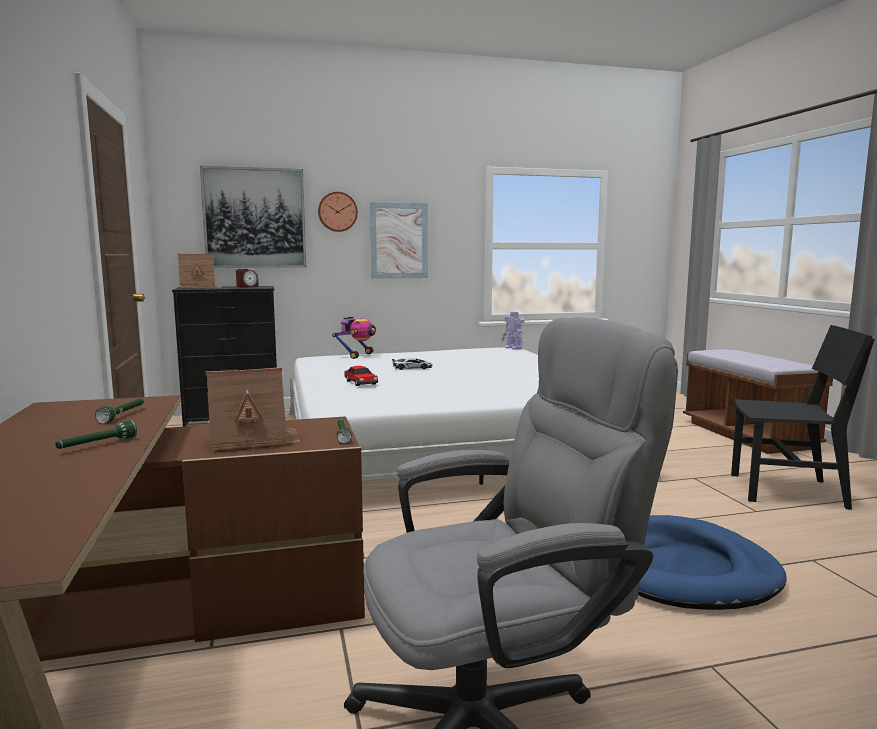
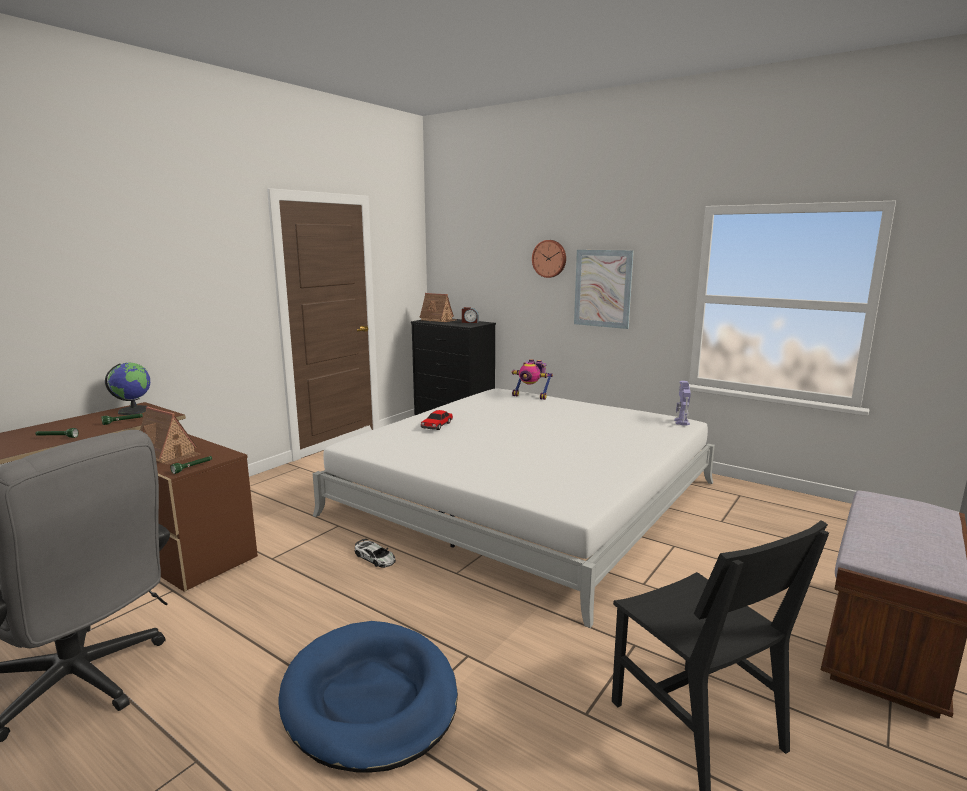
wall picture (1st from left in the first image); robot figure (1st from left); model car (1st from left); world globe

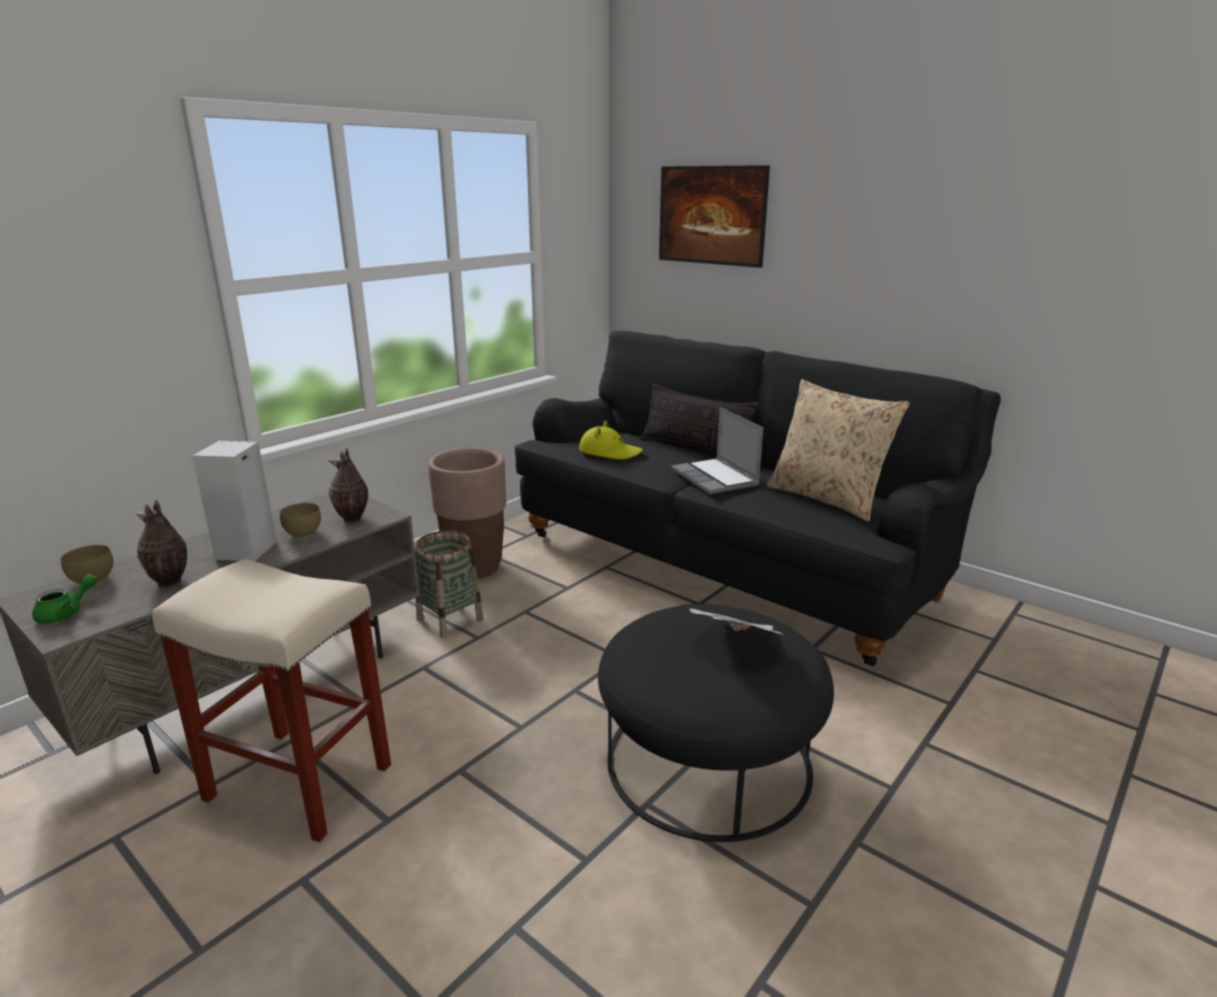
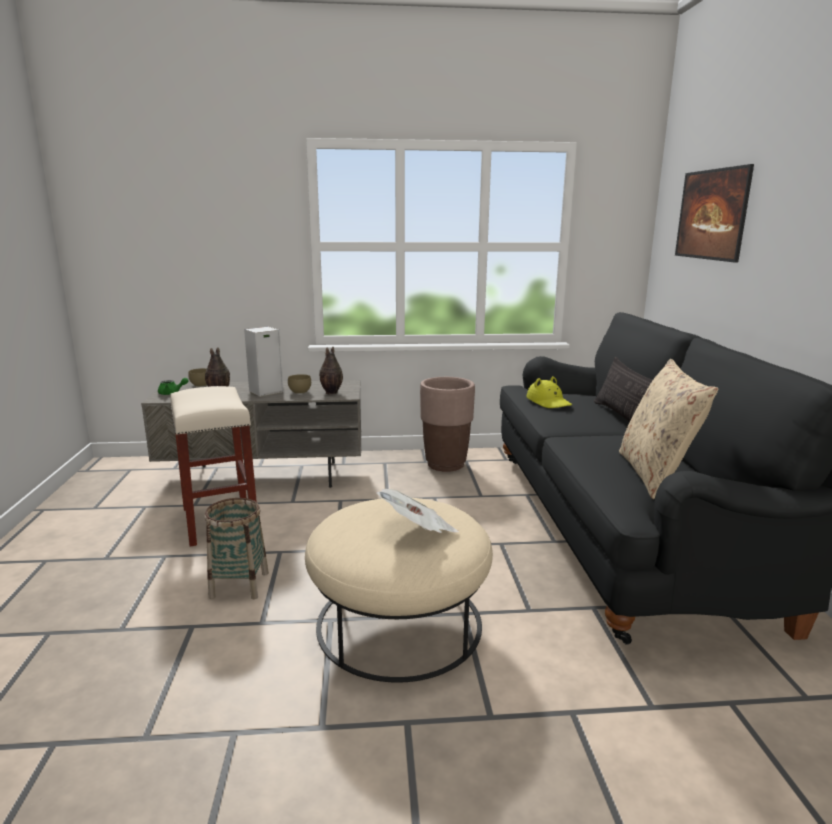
storage basket; beige-coloured ottoman; notebook computer

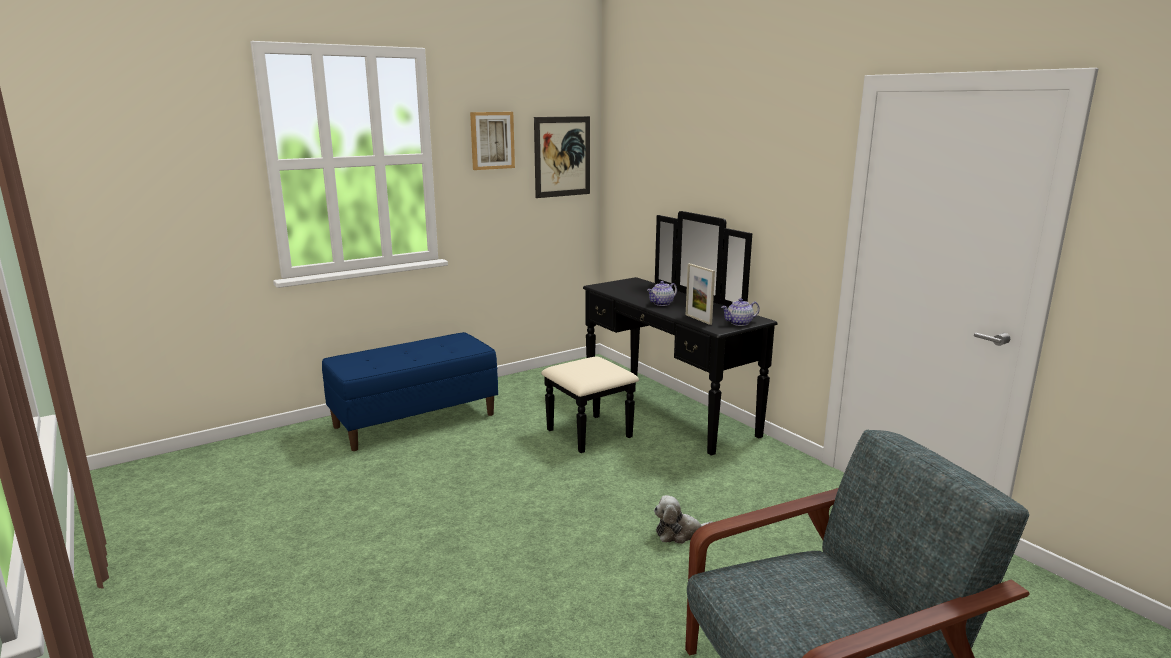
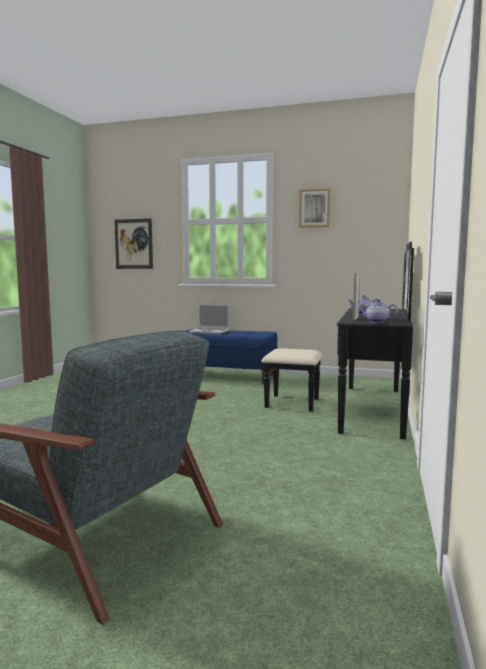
wall picture (1st from left); soft toy; notebook computer

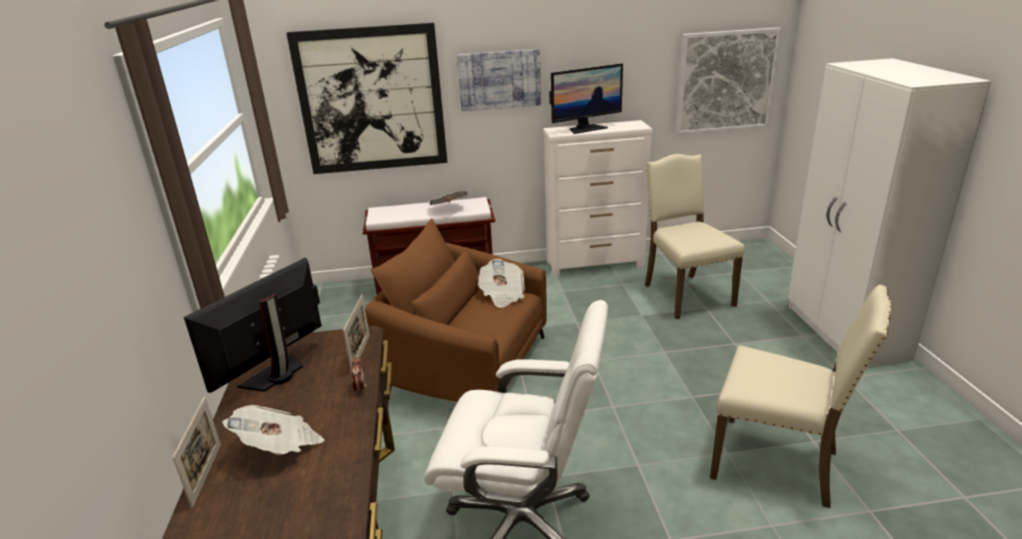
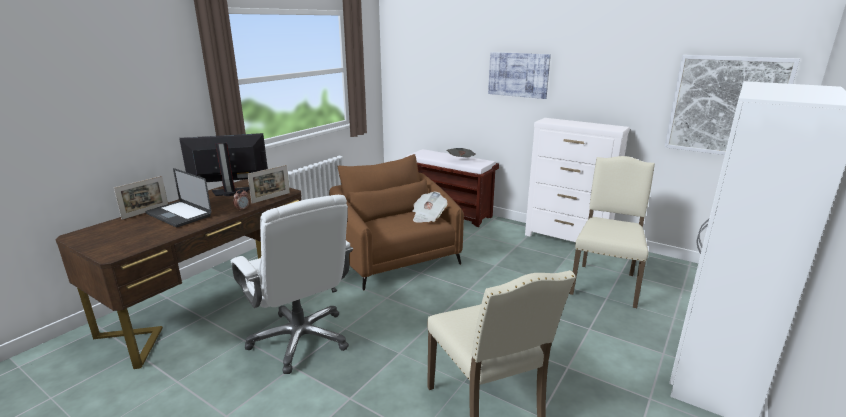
notebook computer; wall picture (1st from left in the first image); monitor (2nd from left in the first image)

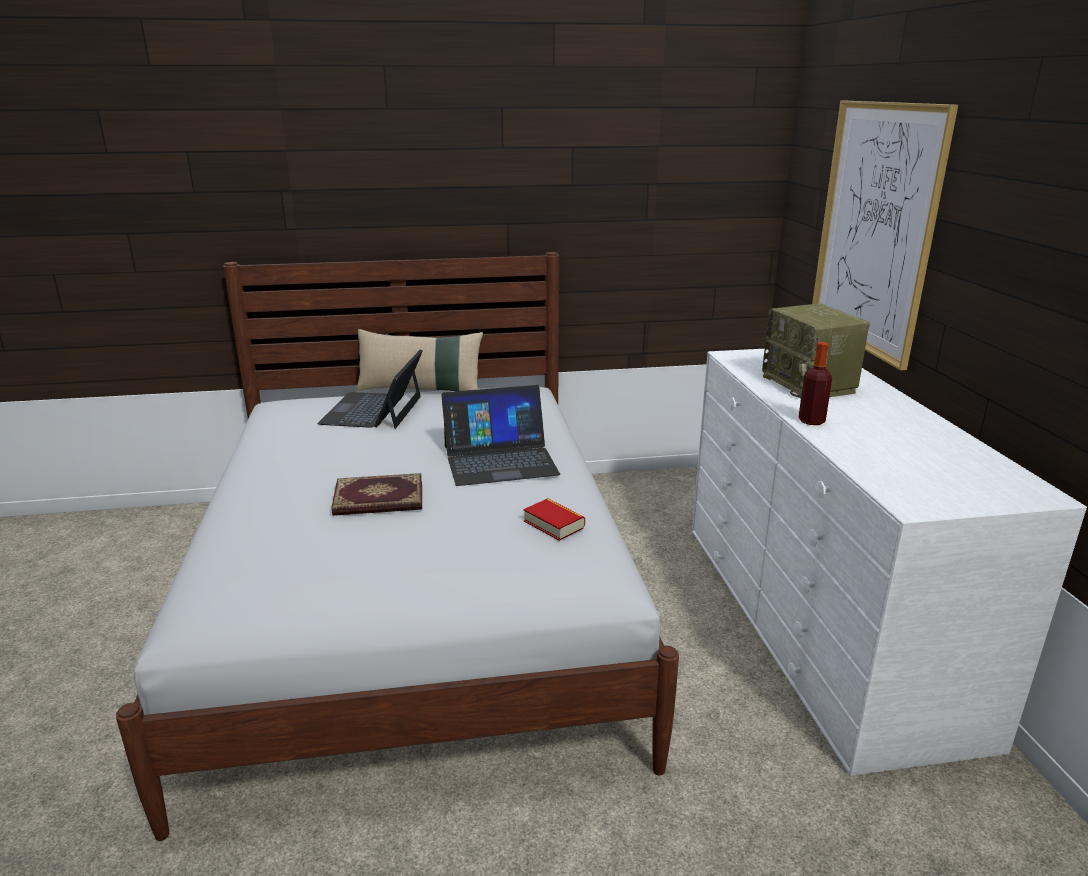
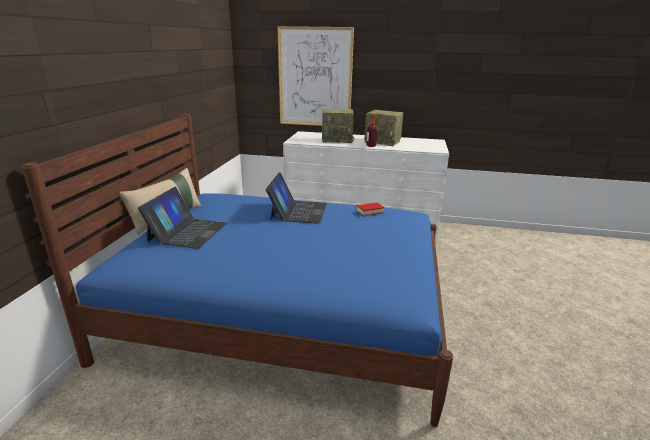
bluish sleeping bed; notebook computer (1st from left); volume (1st from left in the first image); radio (2nd from left)

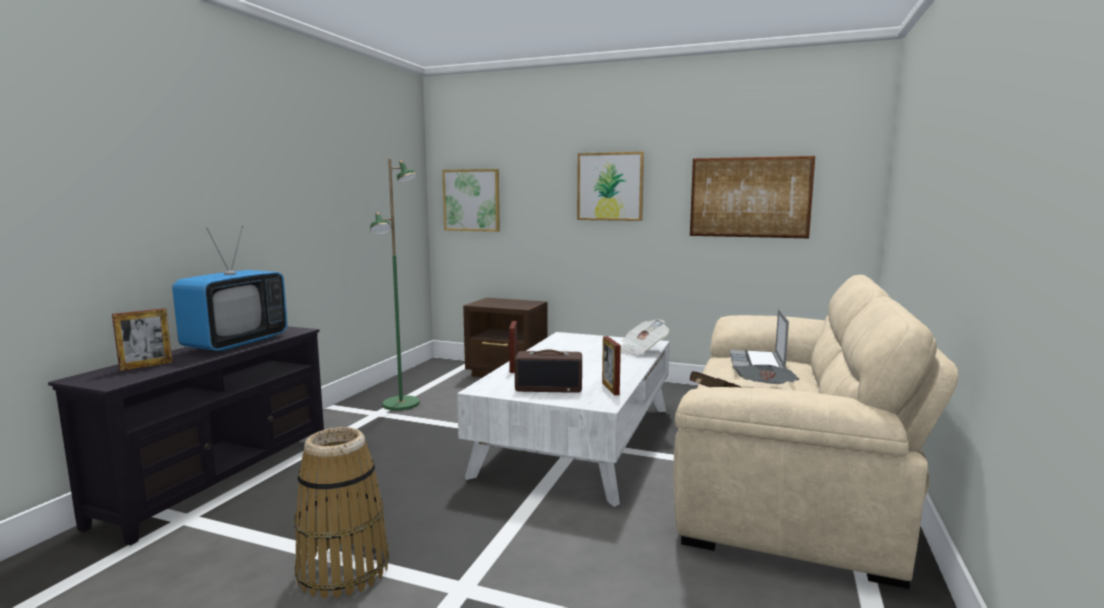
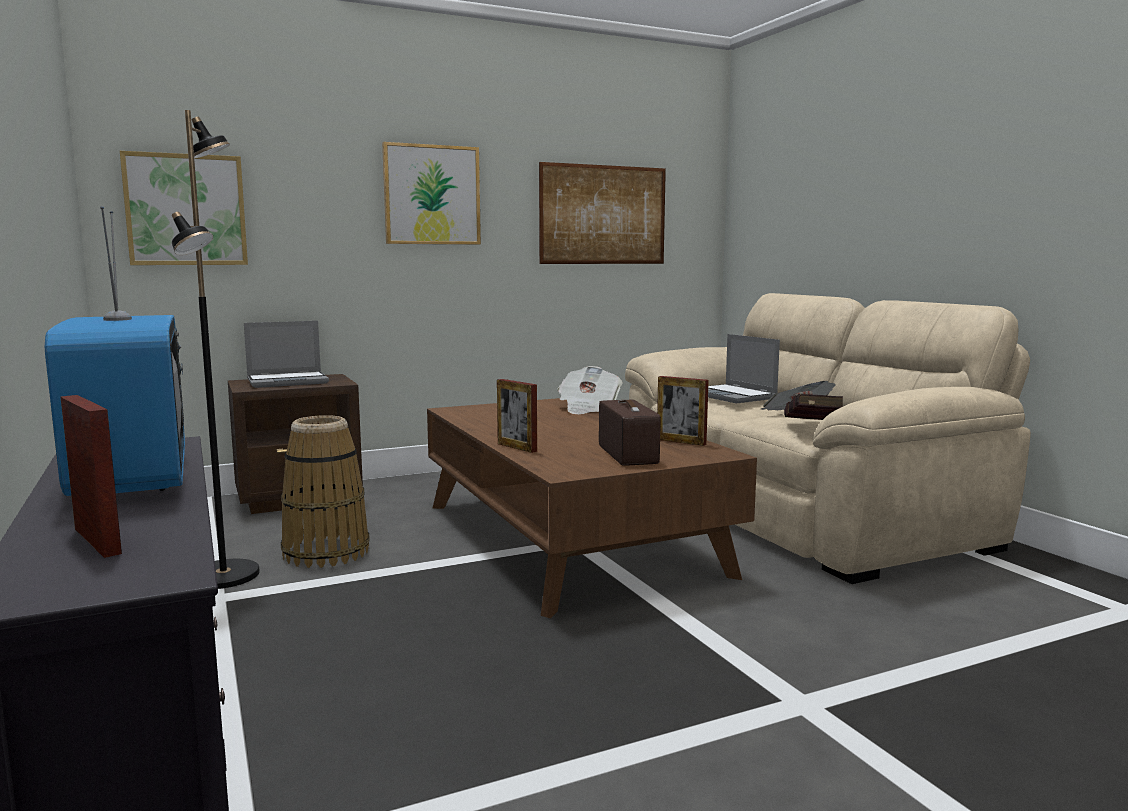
photo frame (1st from left); storage basket; black-coloured standard lamp; brownish coffee table; radio; notebook computer (1st from left)

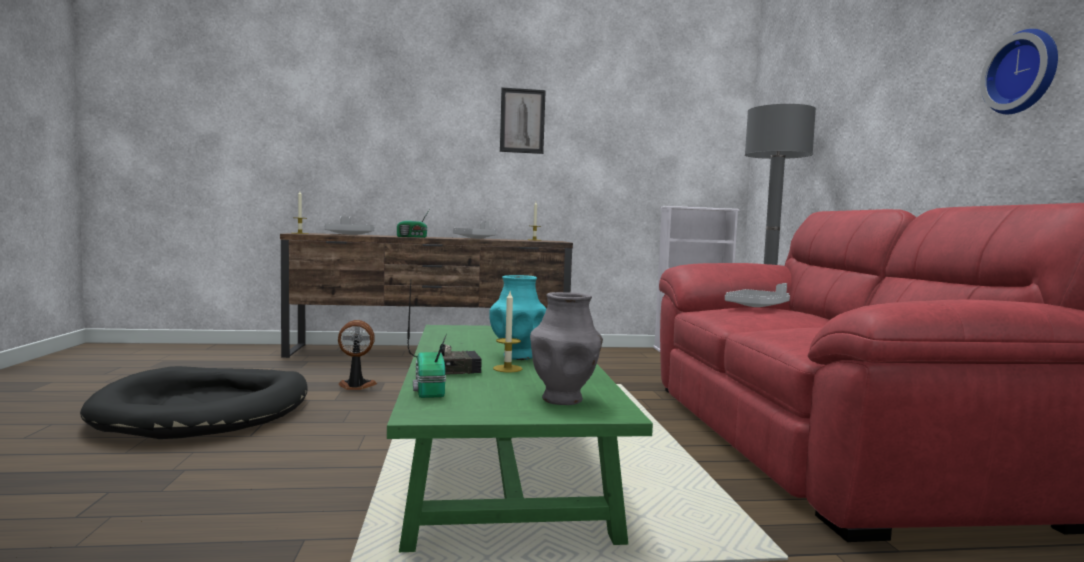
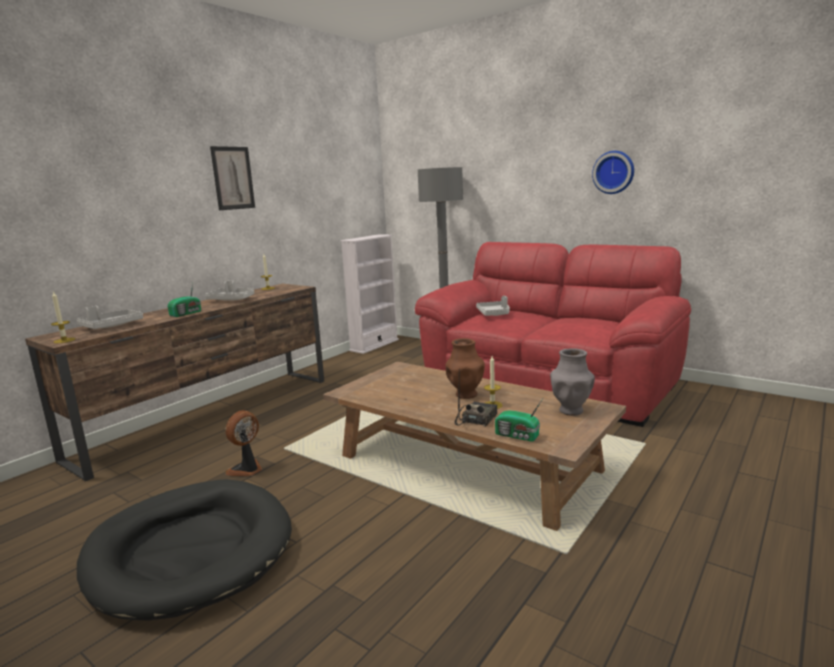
brownish coffee table; brownish decorative vase

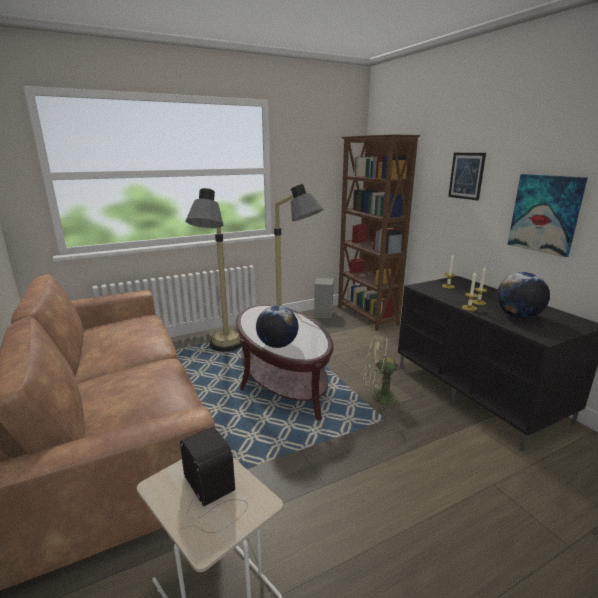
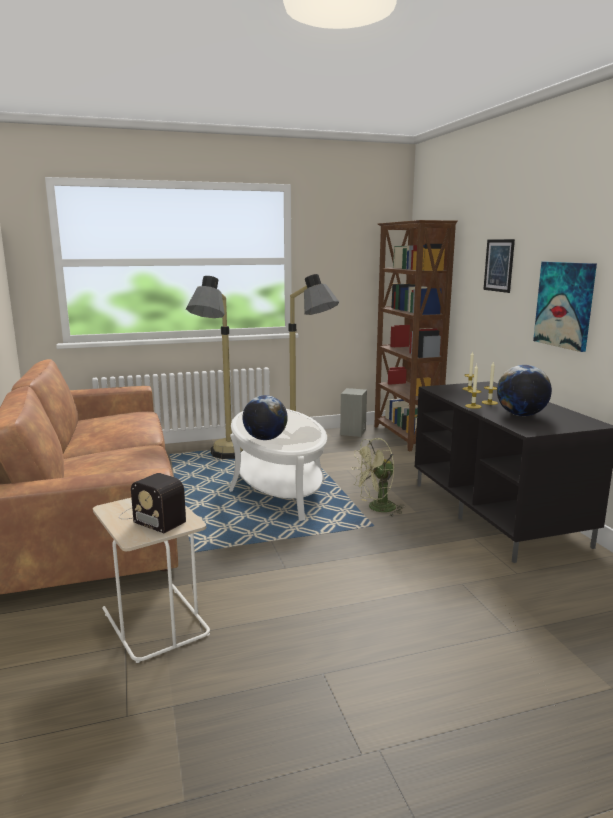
radio; whitish coffee table; green-coloured fan

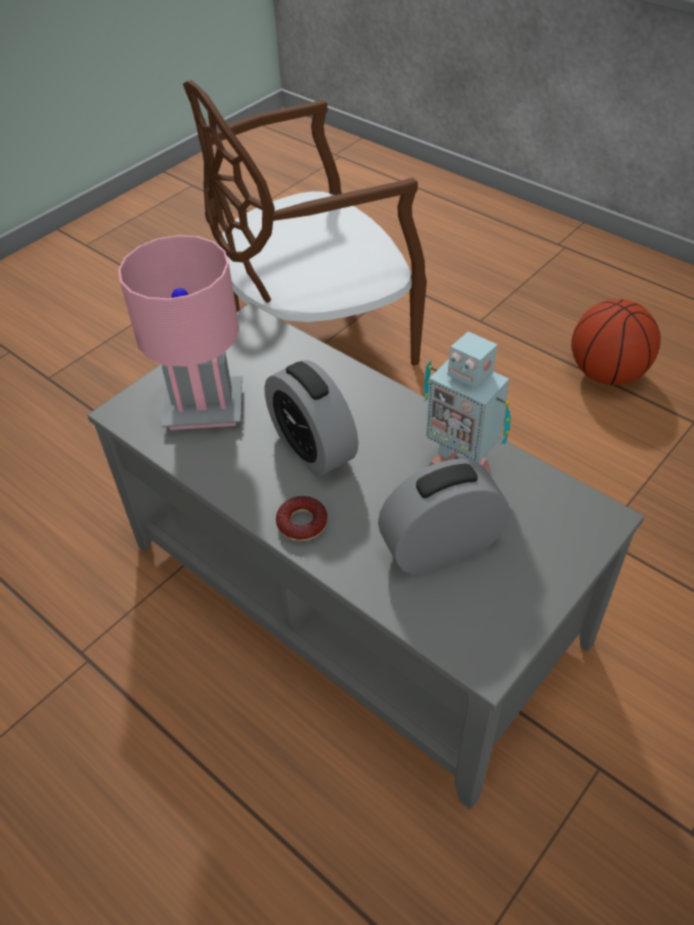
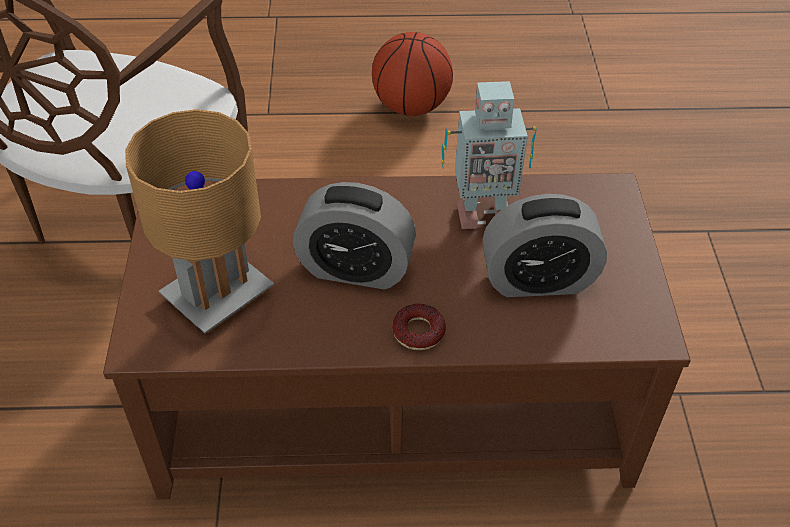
brownish coffee table; brownish lamp for a table; bedside clock (2nd from left)

